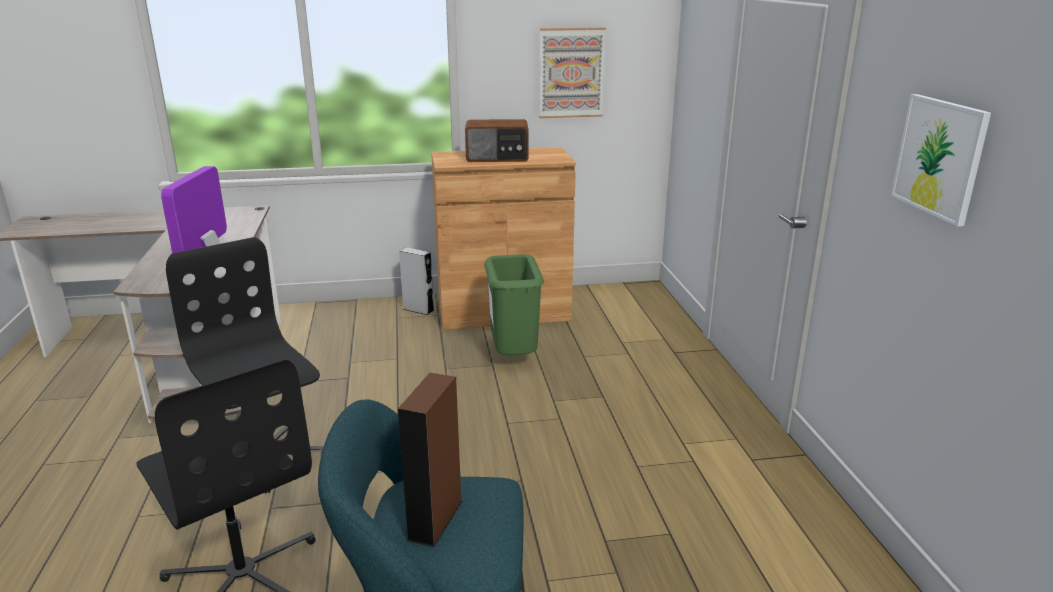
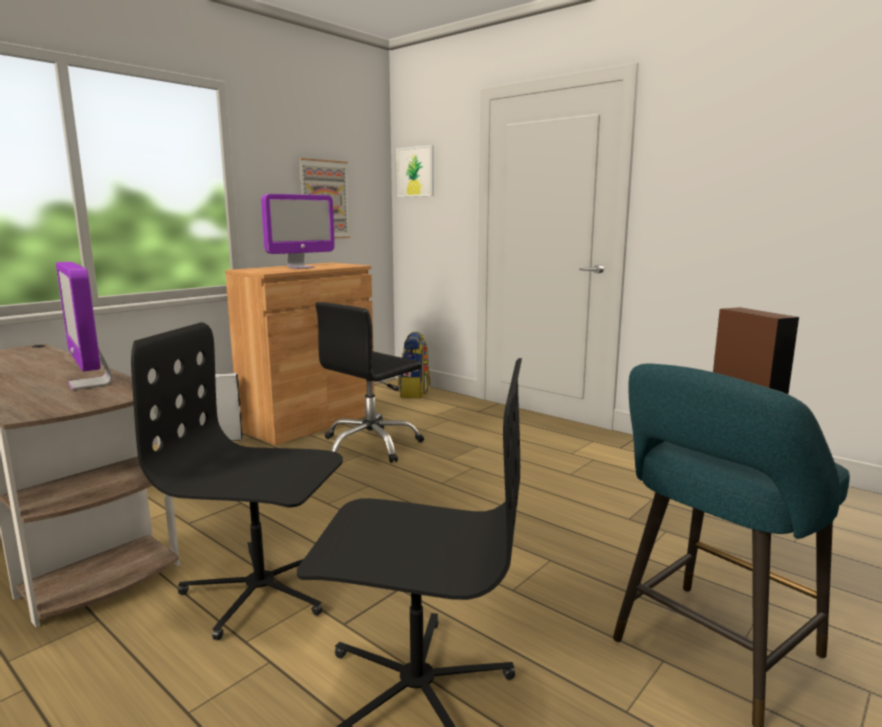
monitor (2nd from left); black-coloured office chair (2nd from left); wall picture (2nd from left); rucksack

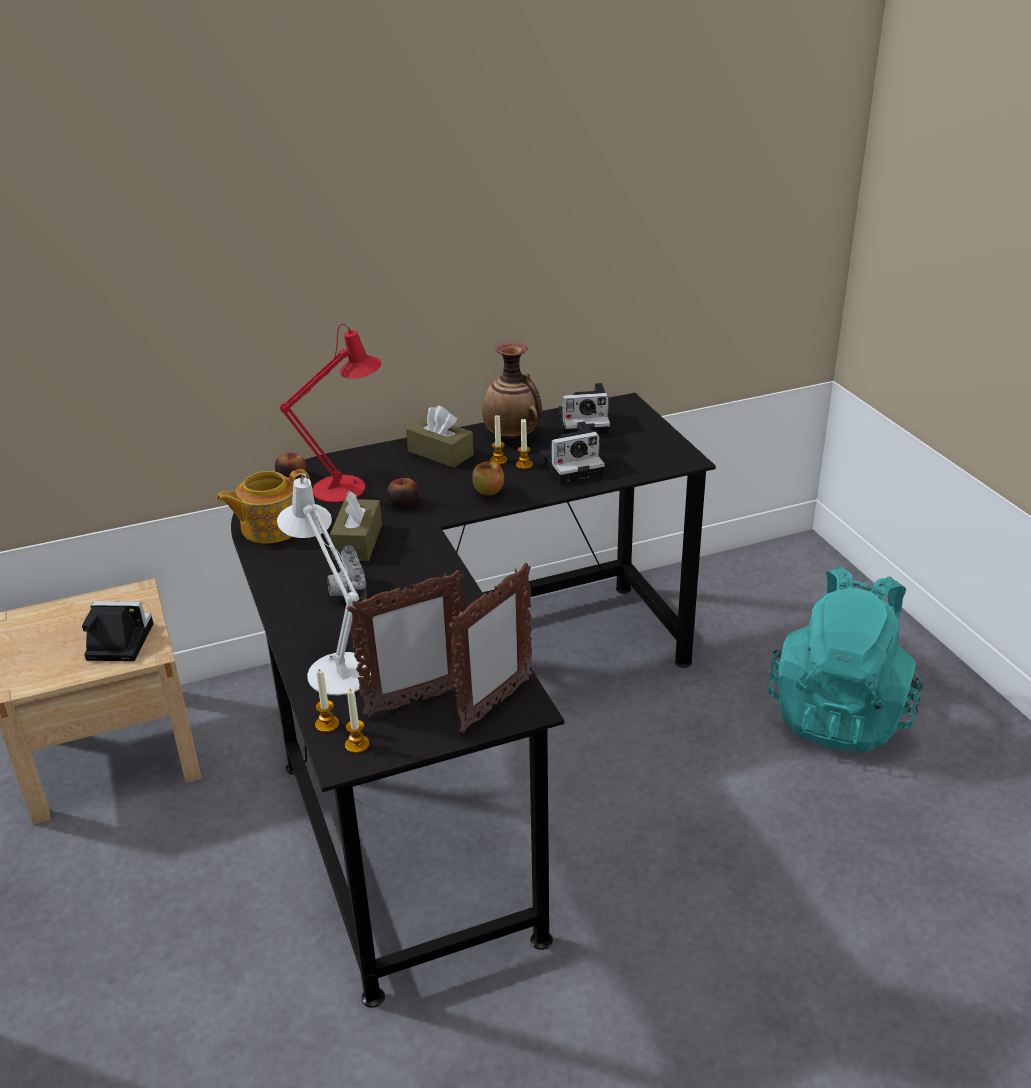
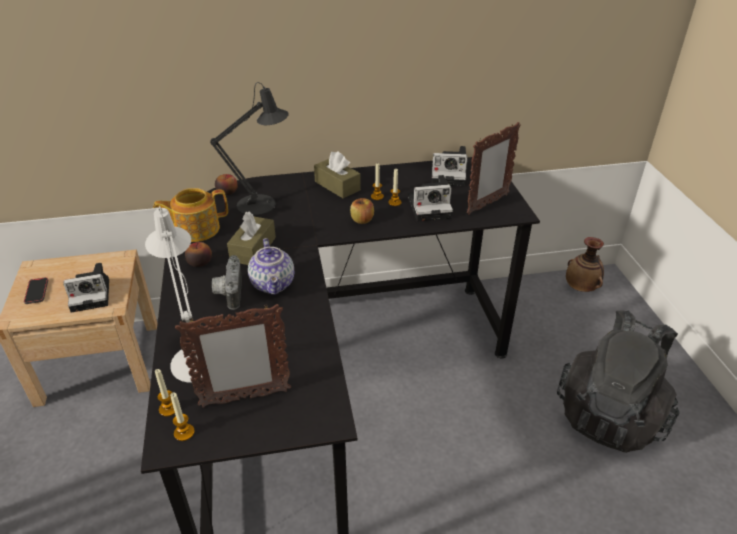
still camera (1st from left); black-coloured lamp for a table; apple fruit (1st from left); photo frame (2nd from left); decorative vase; black-coloured rucksack; handset; tea pot (2nd from left)

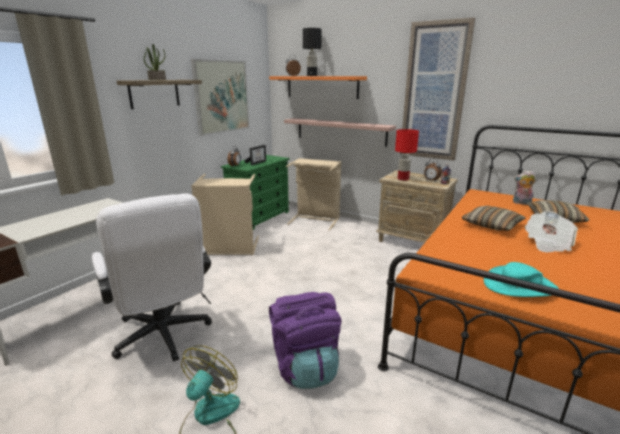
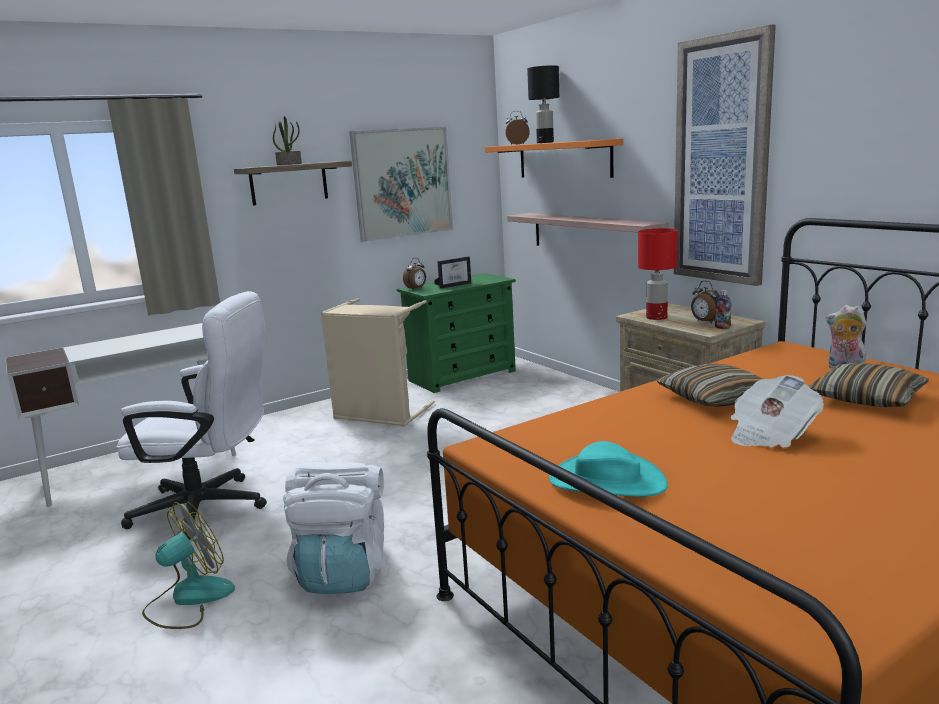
whitish office chair; whitish rucksack; beige-coloured laundry basket (2nd from left in the first image)

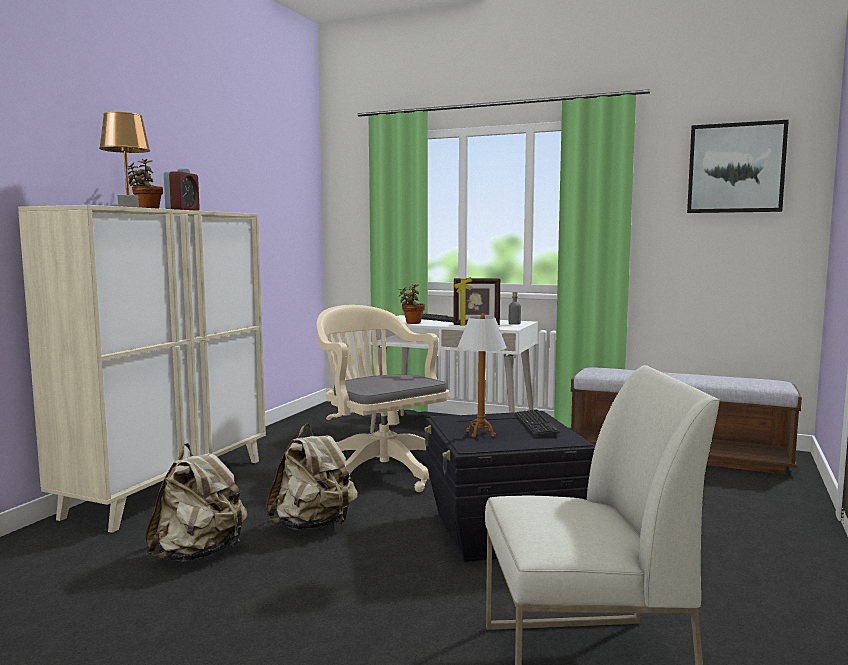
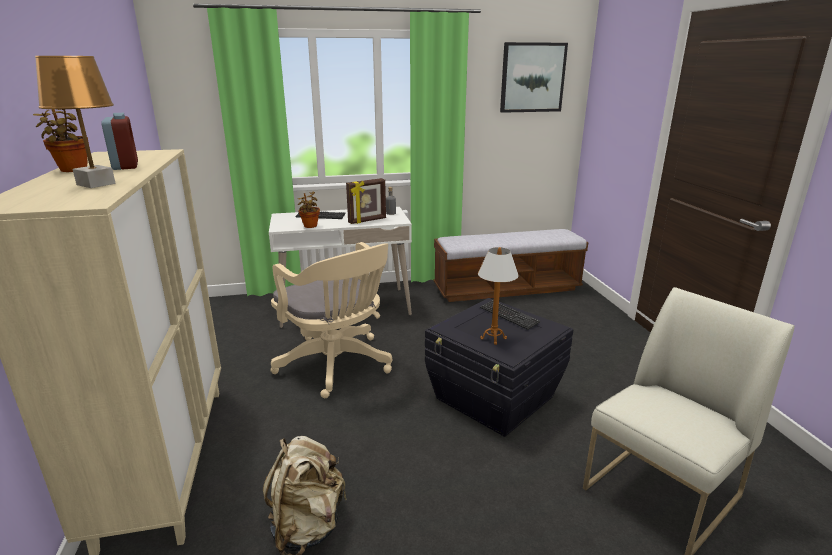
beige-coloured rucksack (2nd from left in the first image); beige-coloured office chair

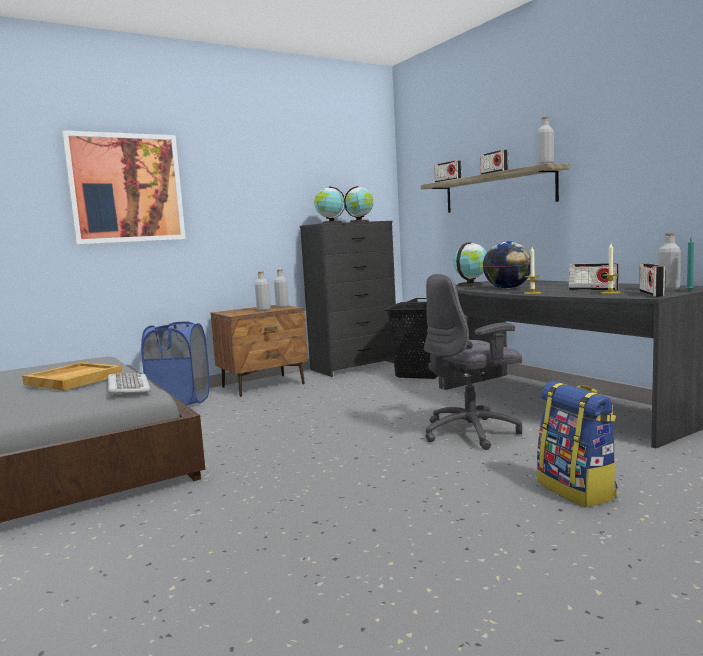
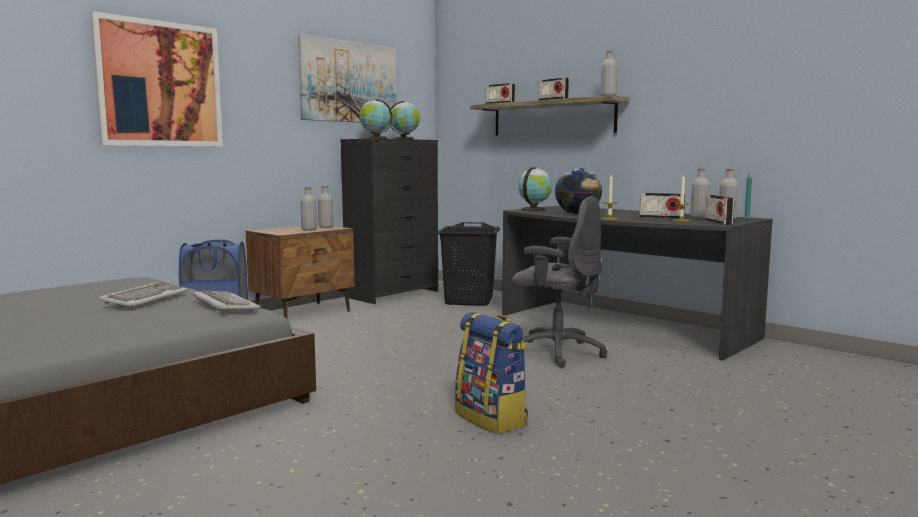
keyboard (1st from left); gray office chair; rucksack; wall picture (2nd from left); gray beverage bottle (4th from left)

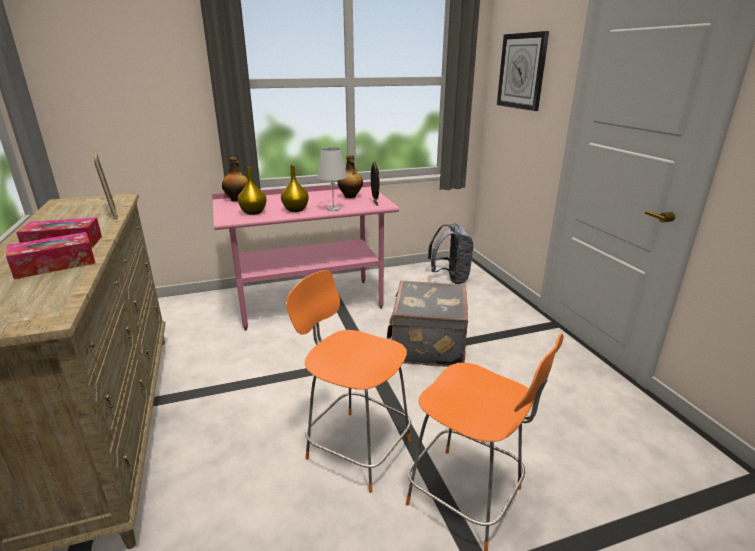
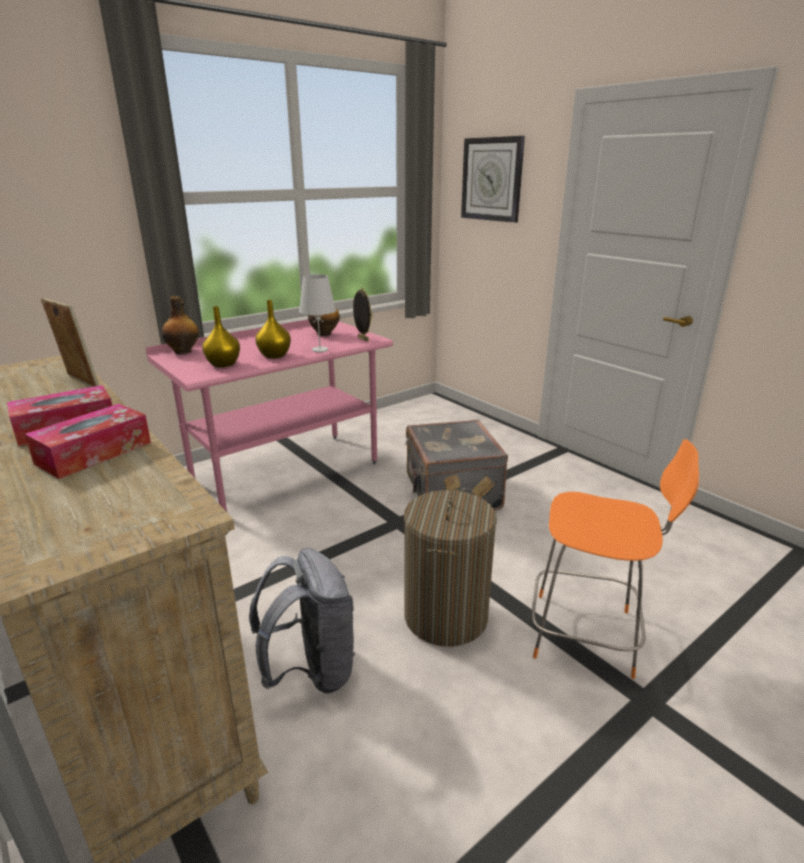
laundry basket; gray rucksack

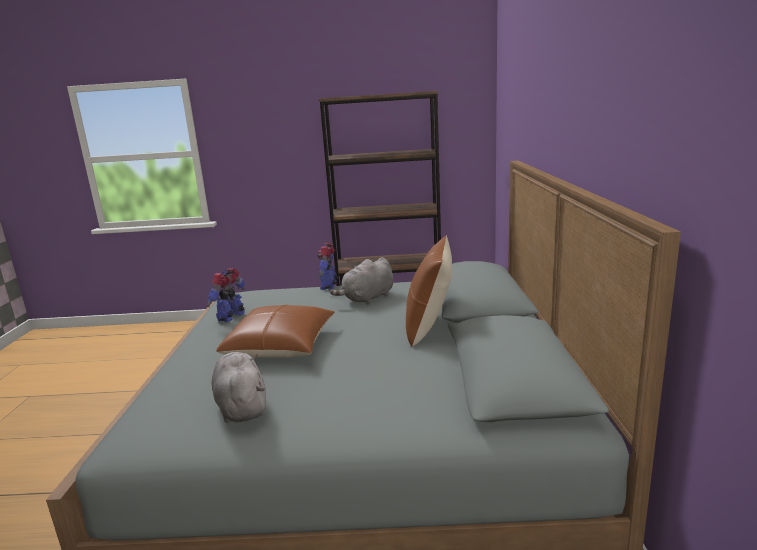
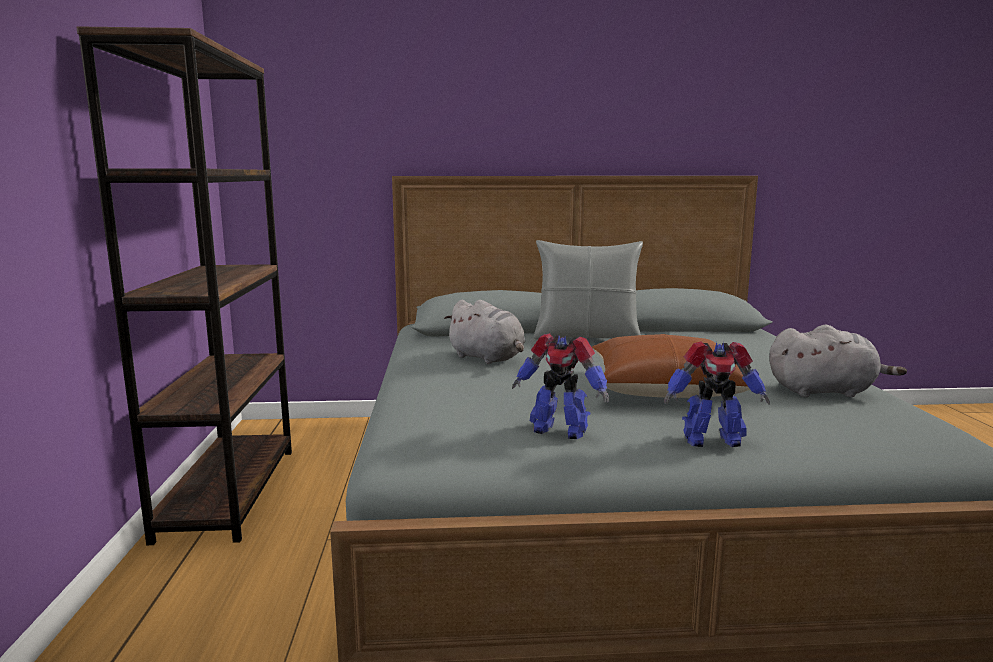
gray soft toy (2nd from left); robot figure (2nd from left); gray throw pillow

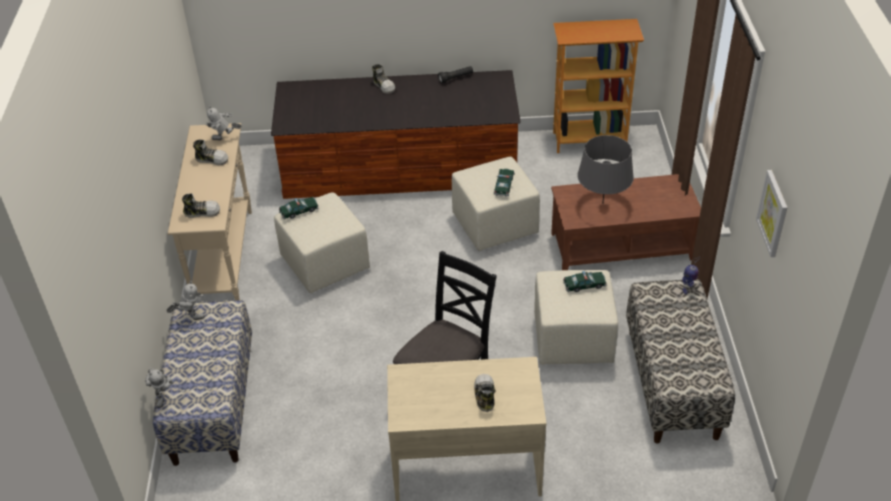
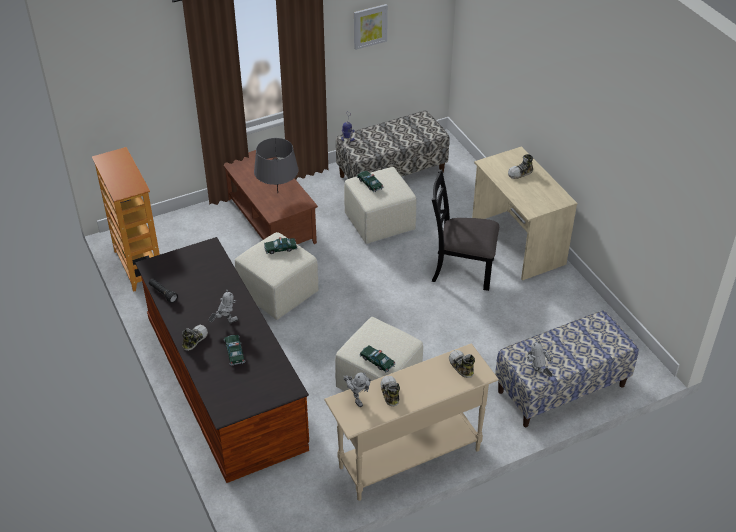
robot figure (1st from left); model car (1st from left)

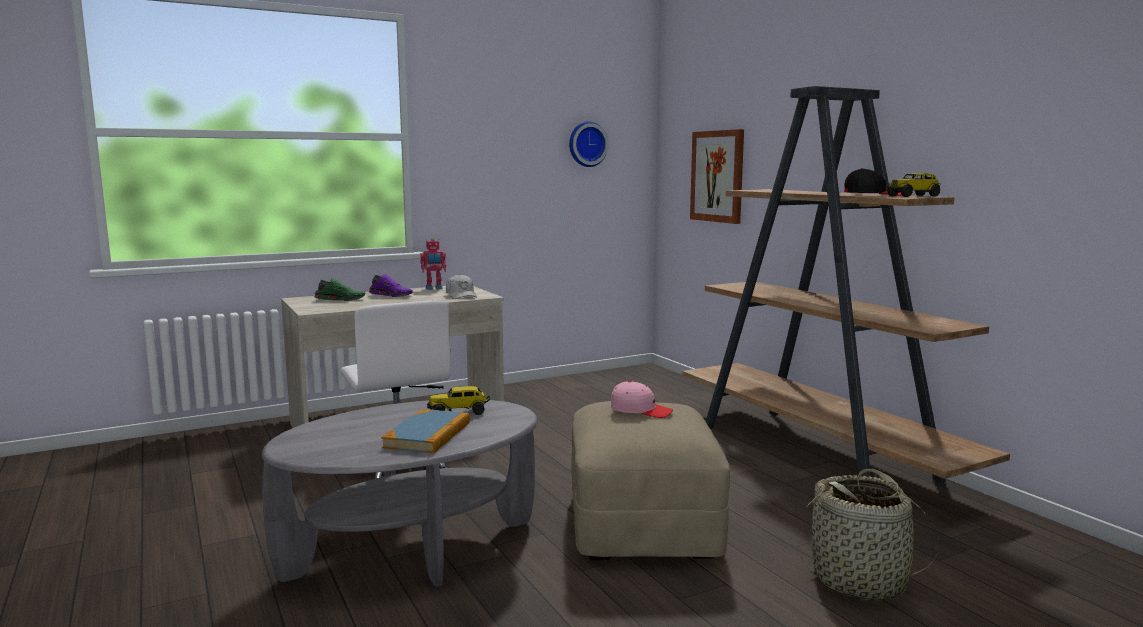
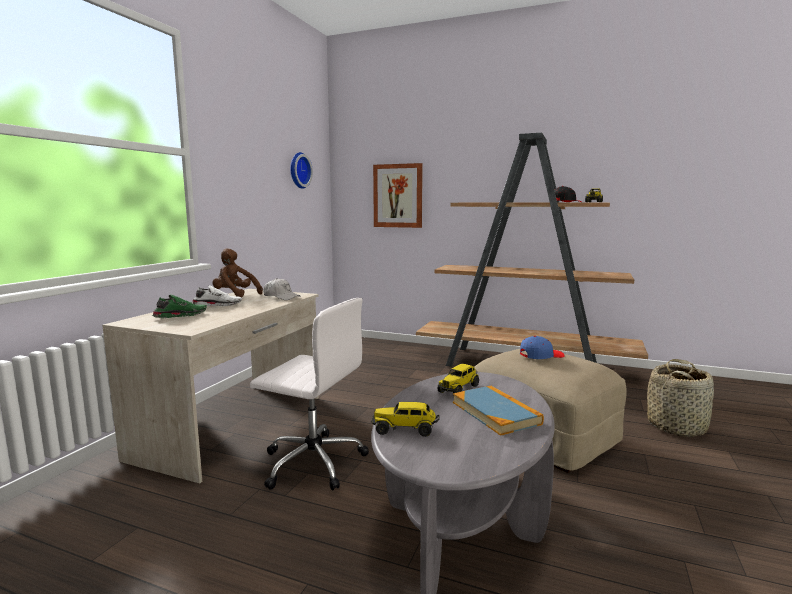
whitish item of footwear; brownish soft toy; bluish peaked cap; toy truck (1st from left)

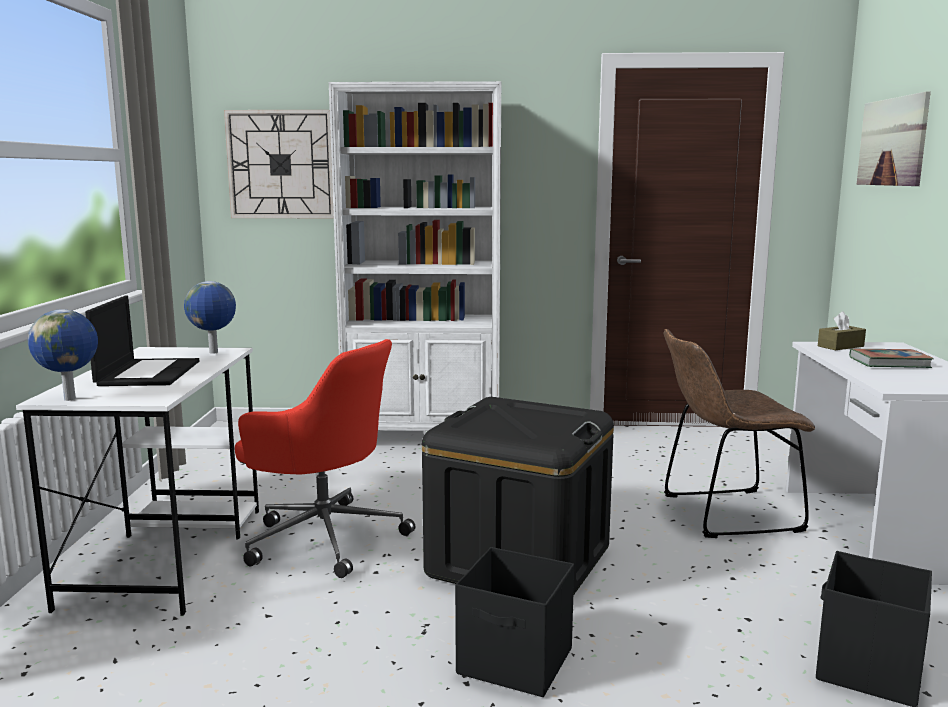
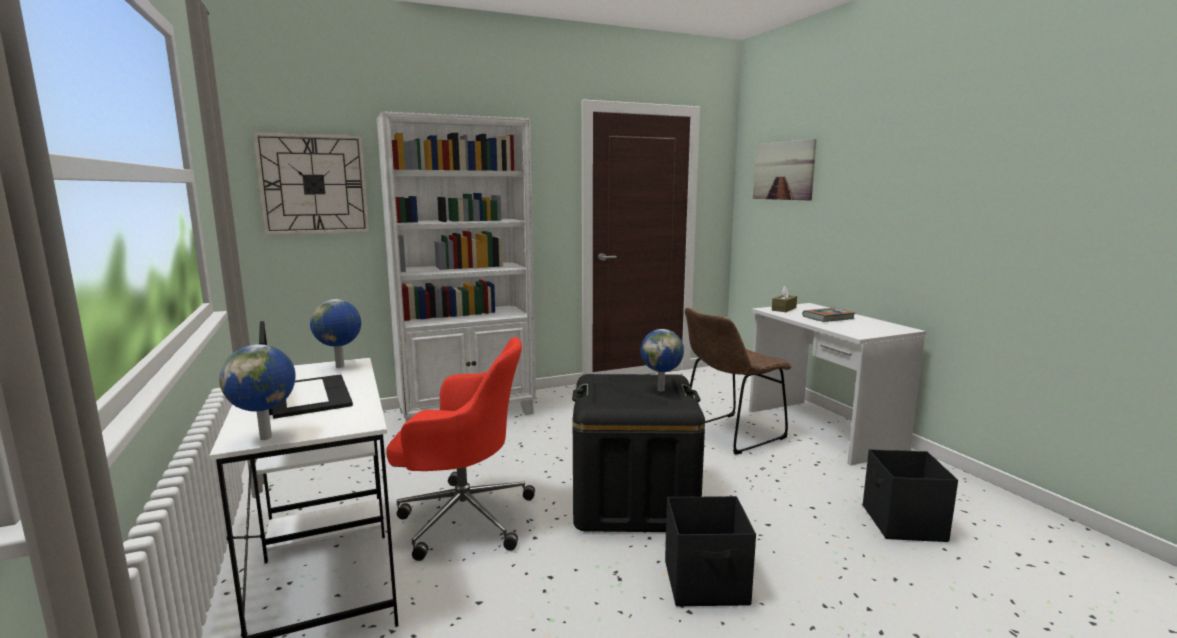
world globe (3rd from left)

